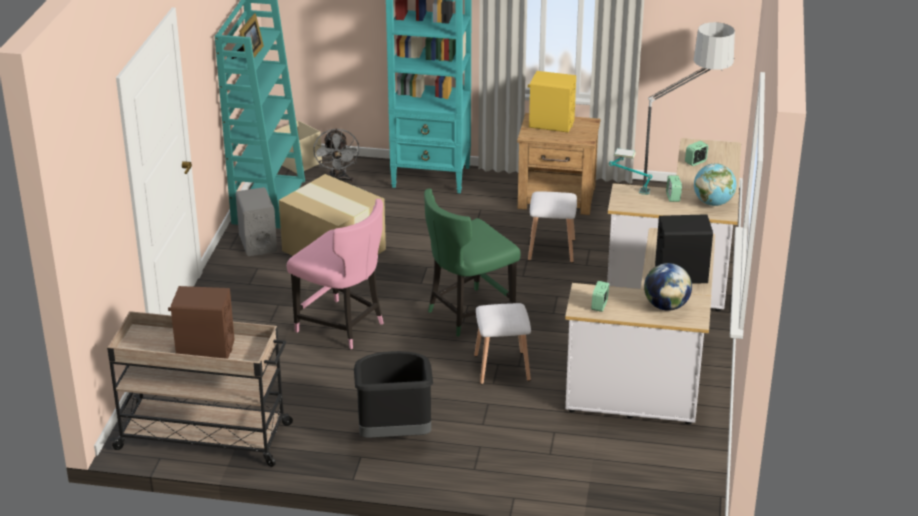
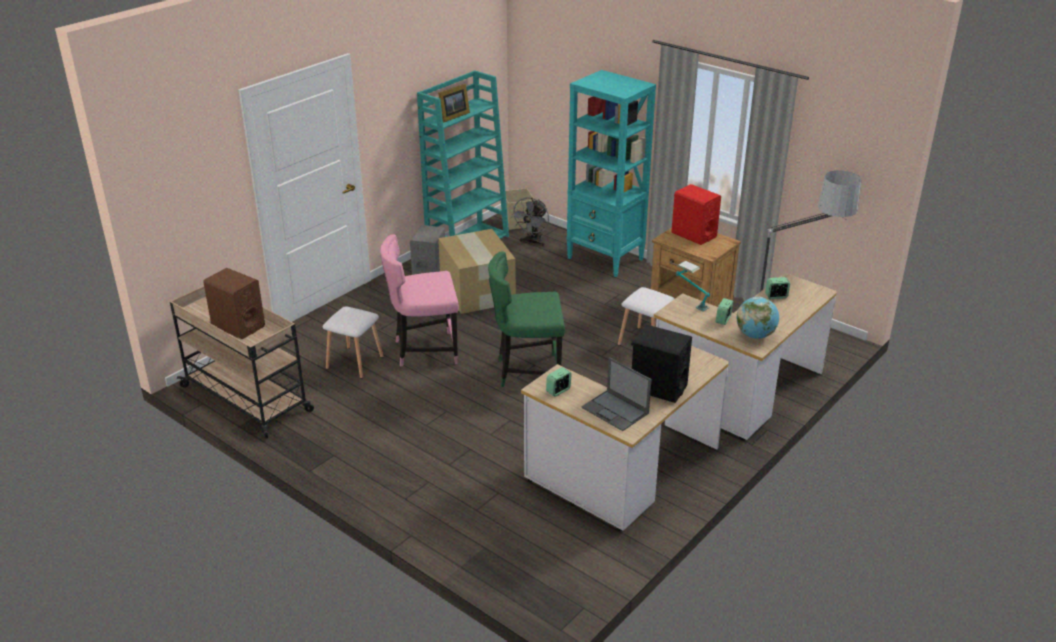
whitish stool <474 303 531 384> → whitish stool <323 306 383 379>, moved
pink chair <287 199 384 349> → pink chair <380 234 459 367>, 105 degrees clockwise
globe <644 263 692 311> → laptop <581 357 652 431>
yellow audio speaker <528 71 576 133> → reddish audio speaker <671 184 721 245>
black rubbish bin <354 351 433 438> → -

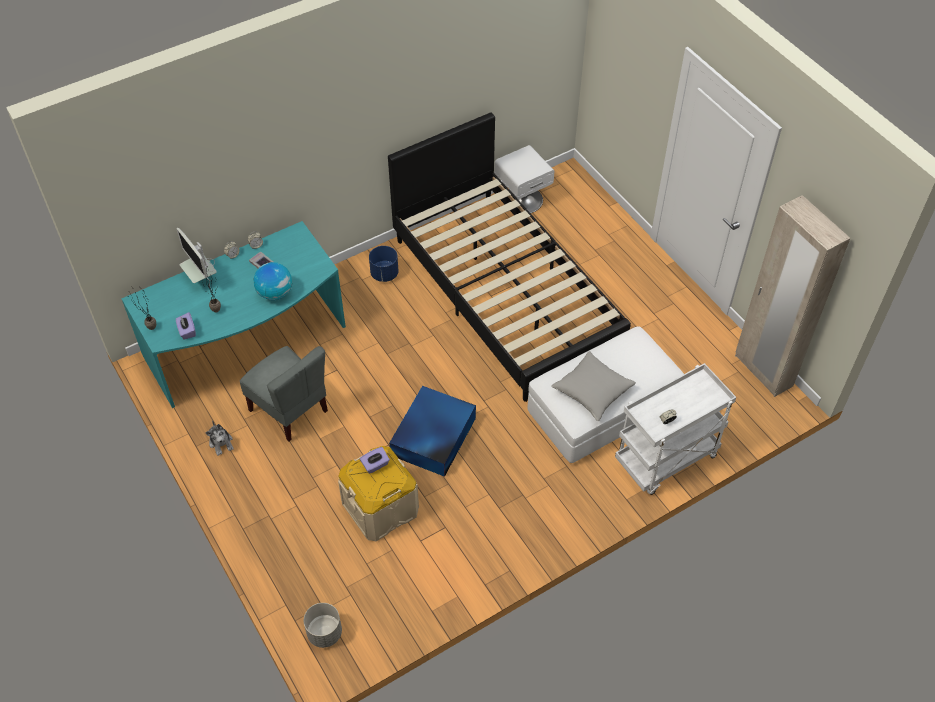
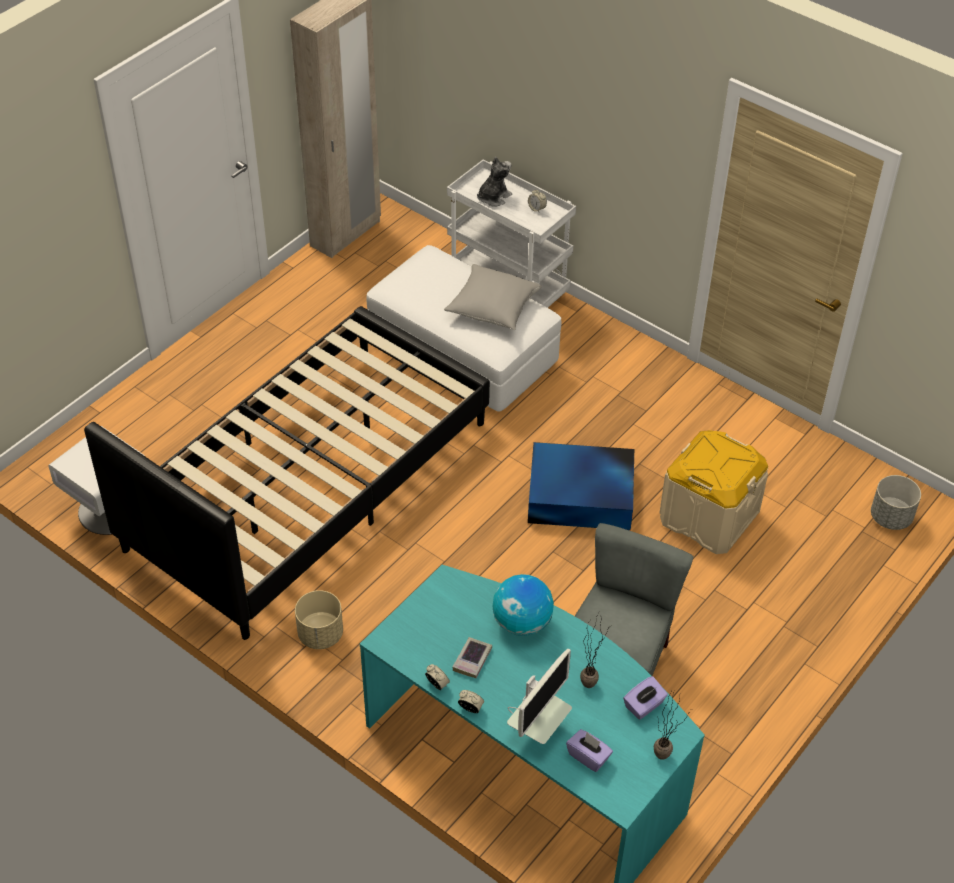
bluish flower pot <369 246 399 282> → beige flower pot <295 590 343 649>
cuddly toy <205 420 233 456> → cuddly toy <477 157 512 207>, moved
purple tissue holder <360 447 390 474> → purple tissue holder <566 729 613 772>, moved

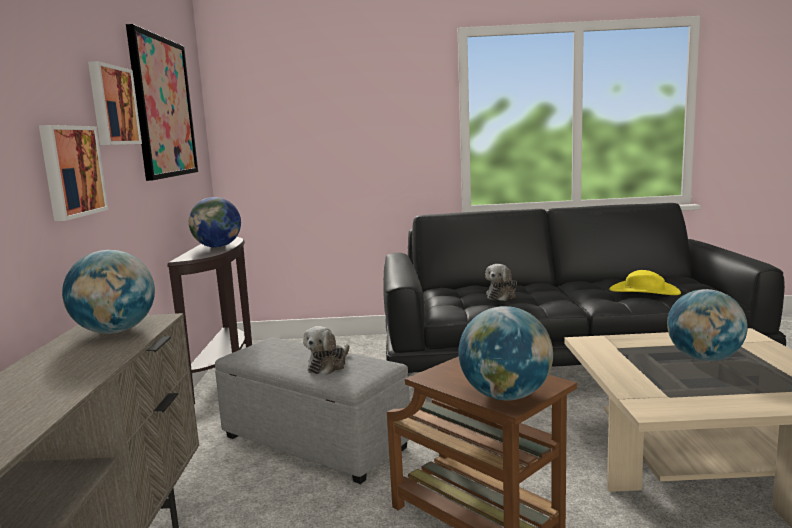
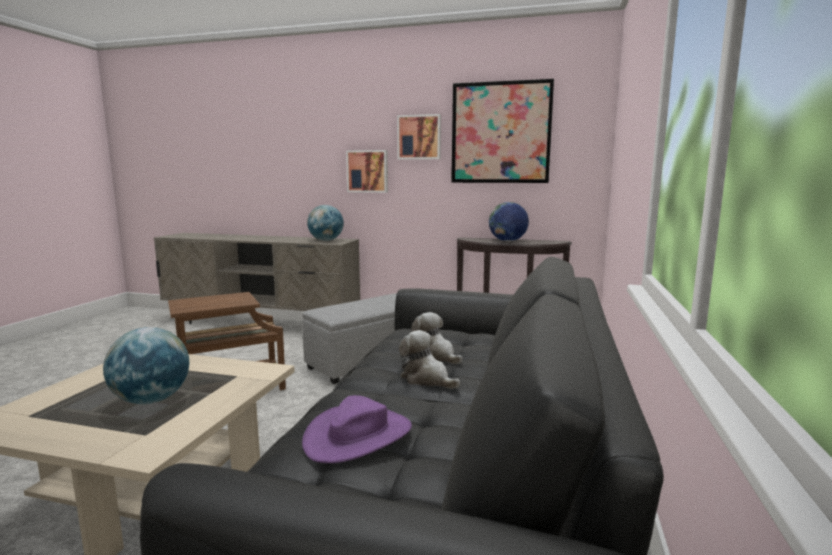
yellow hat <609 270 681 295> → purple hat <302 395 412 463>
cuddly toy <303 326 350 375> → cuddly toy <399 330 460 389>, moved
globe <459 306 553 401> → -

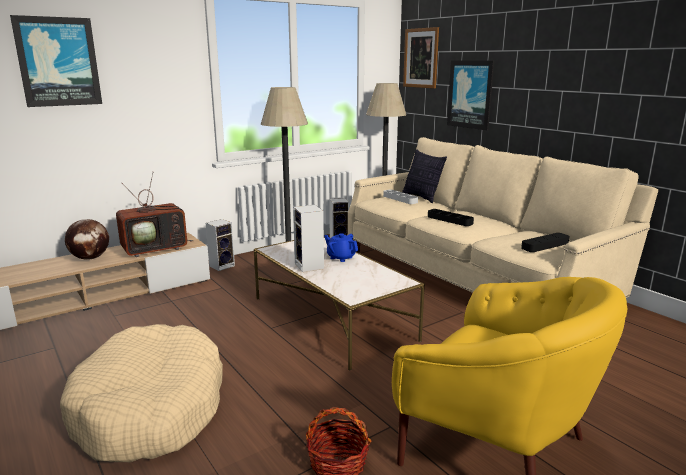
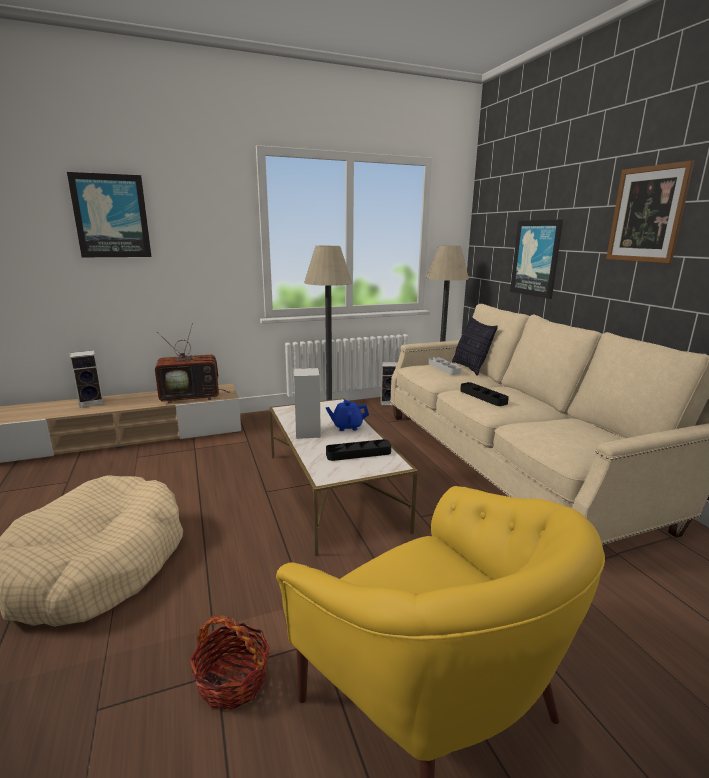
audio speaker <206 219 235 271> → audio speaker <70 350 104 407>, moved
bluish tea pot <324 233 358 262> → bluish tea pot <326 400 369 431>, 60 degrees counterclockwise
black carrying tray <521 233 570 252> → black carrying tray <326 439 391 461>, moved
wall picture <403 27 439 88> → wall picture <606 160 694 264>, moved
globe <65 219 109 260> → -

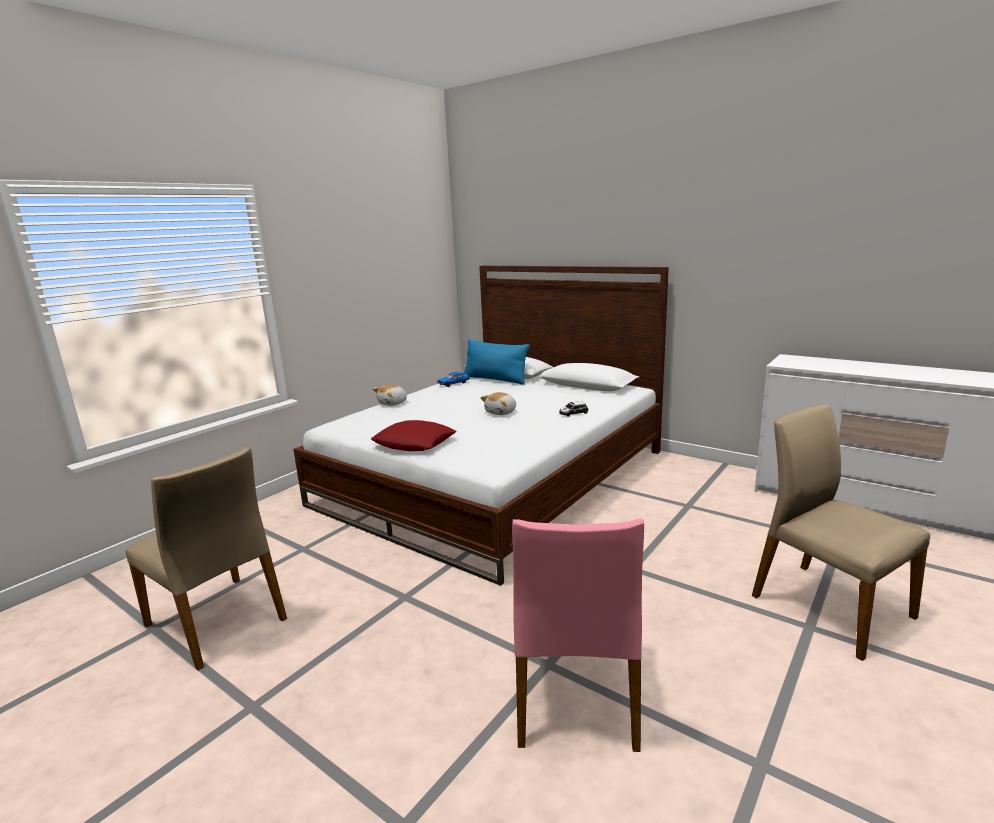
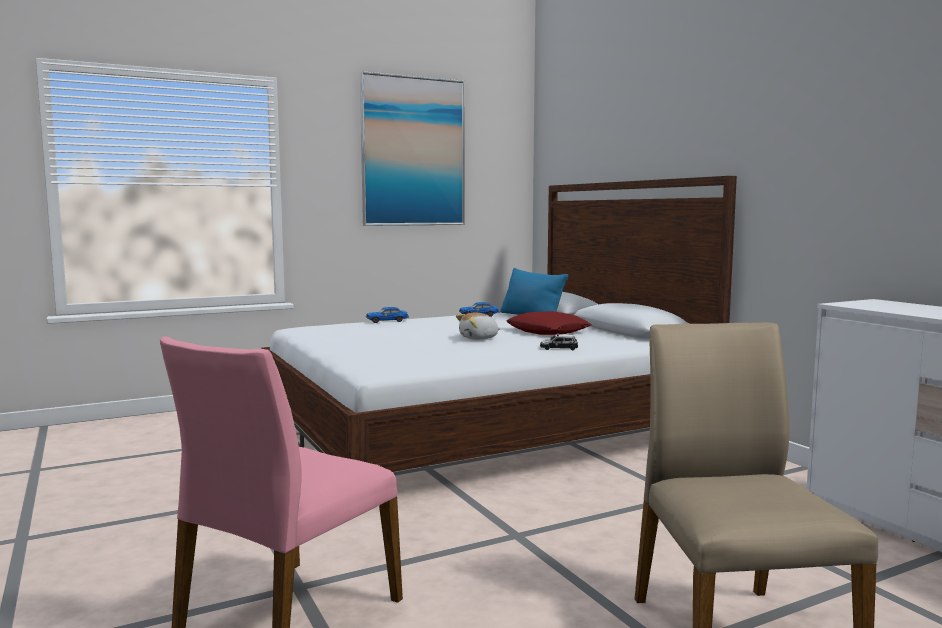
- → wall picture <360 71 465 226>
cuddly toy <373 385 407 406> → miniature car <366 307 409 323>
reddish cushion <371 420 456 451> → reddish cushion <506 311 592 335>, moved
beige chair <125 447 287 670> → -

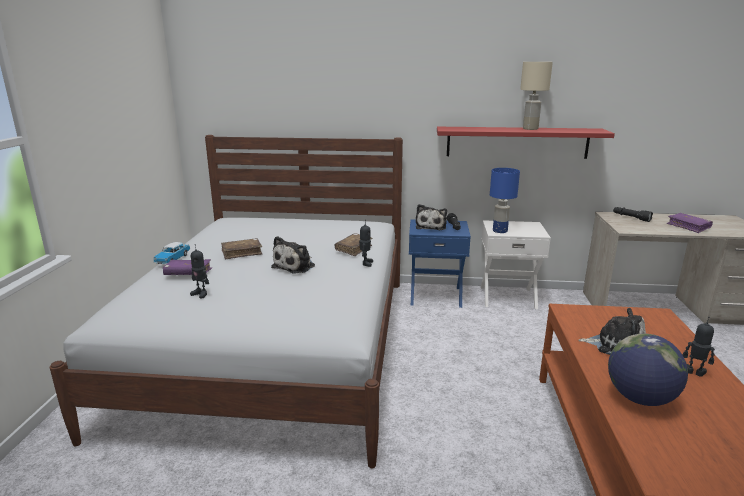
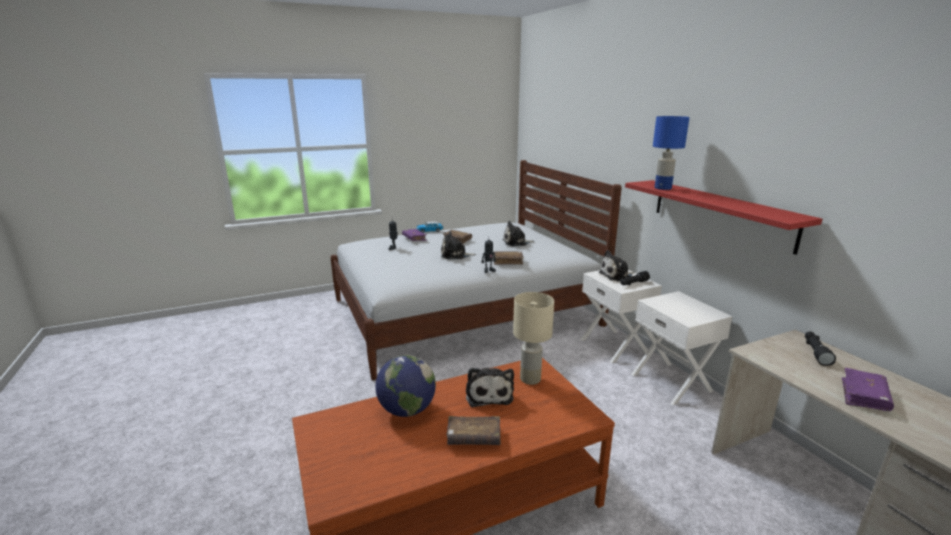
robot figure <683 317 715 377> → brown book <447 416 501 445>
- → cuddly toy <502 221 534 246>
beige lamp for a table <520 62 553 130> → beige lamp for a table <513 292 554 385>, moved
bluish bedside table <409 220 471 308> → whitish bedside table <580 270 662 363>
bluish lamp for a table <490 168 520 233> → bluish lamp for a table <653 116 689 190>, moved

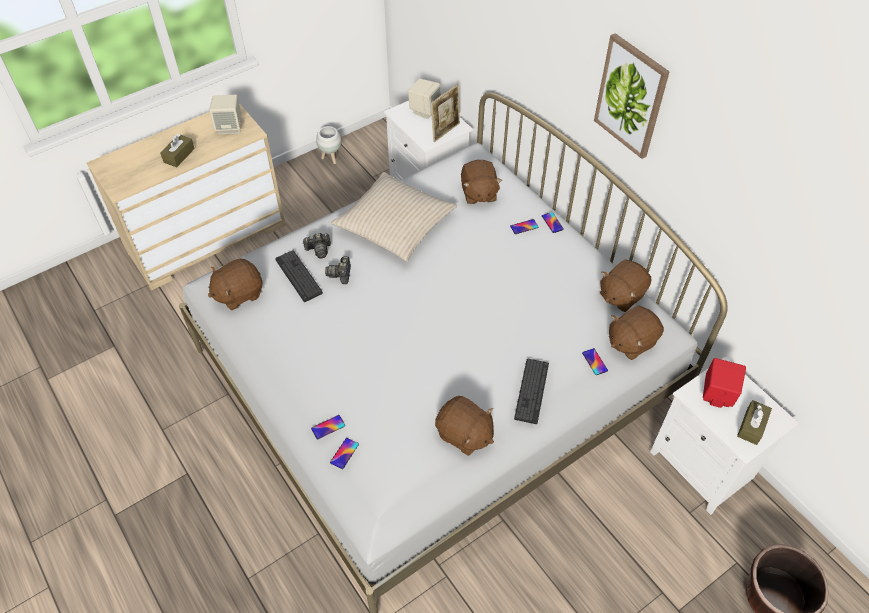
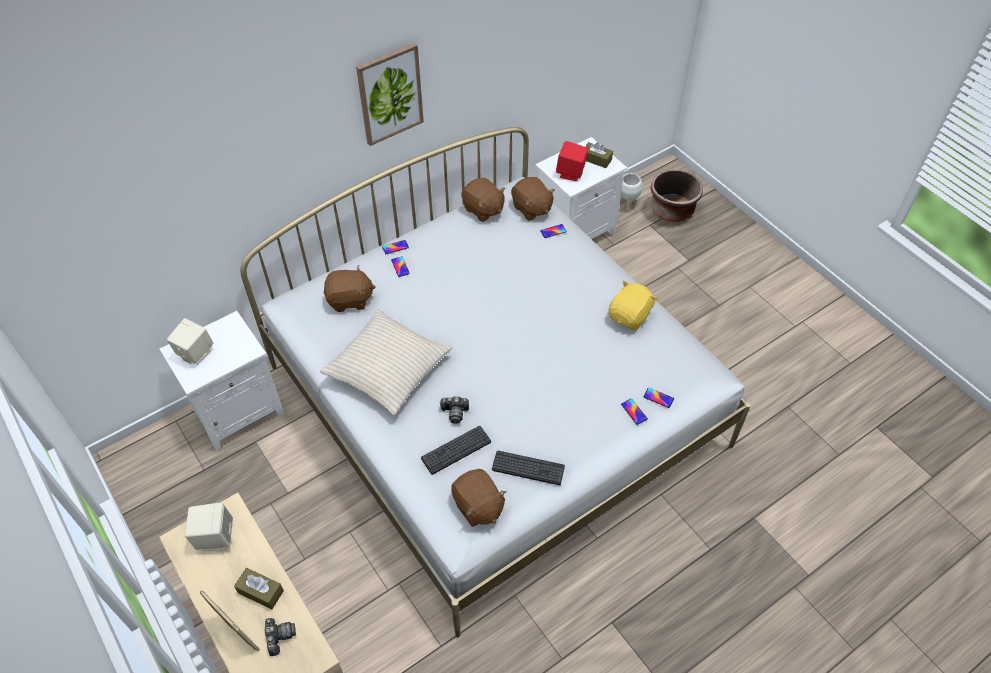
photo frame <431 84 460 142> → photo frame <200 590 260 651>, moved
photo camera <303 233 331 259> → photo camera <265 618 296 656>, moved
computer keyboard <514 359 549 424> → computer keyboard <492 451 565 485>, moved
brown cuddly toy <435 396 494 456> → yellow cuddly toy <609 280 658 330>
whitish flower pot <316 126 341 164> → whitish flower pot <620 173 643 211>, moved

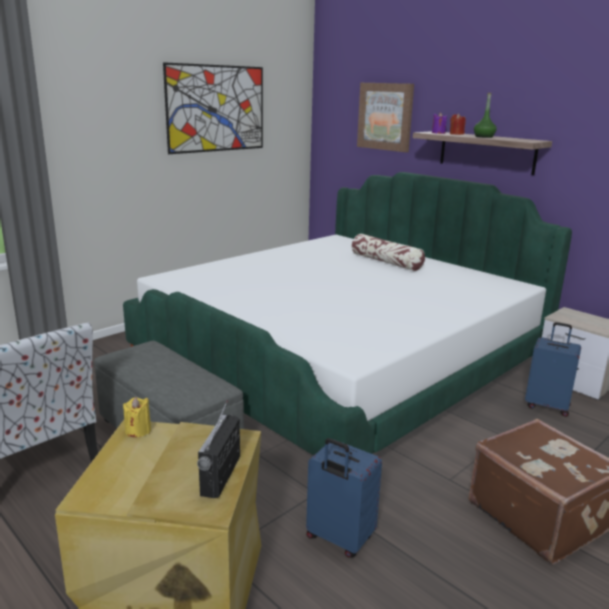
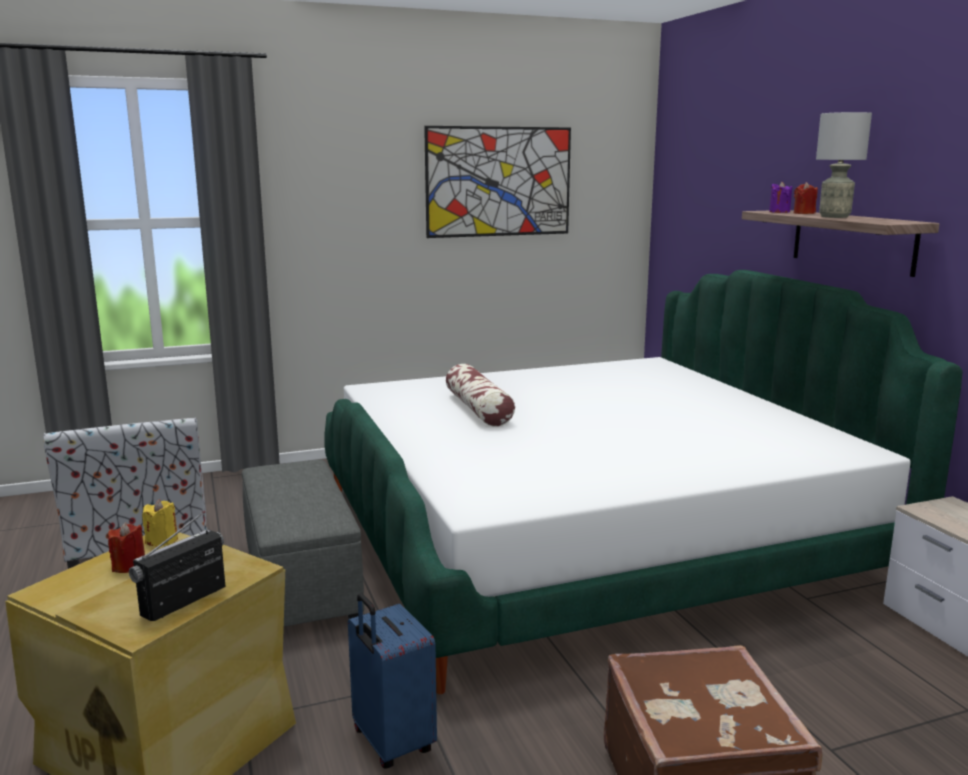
- → reddish wax candle <108 522 145 573>
cushion <352 234 425 271> → cushion <446 364 515 426>, moved
greenish bottle <474 92 497 138> → gray lamp for a table <816 112 872 218>
wall picture <357 83 414 152> → -
bluish suitcase <525 322 581 417> → -

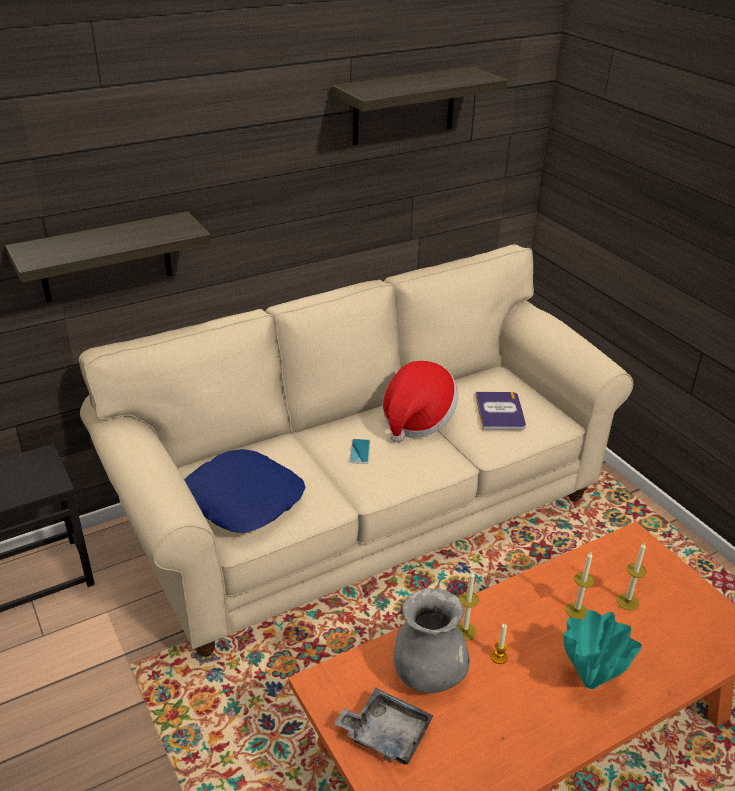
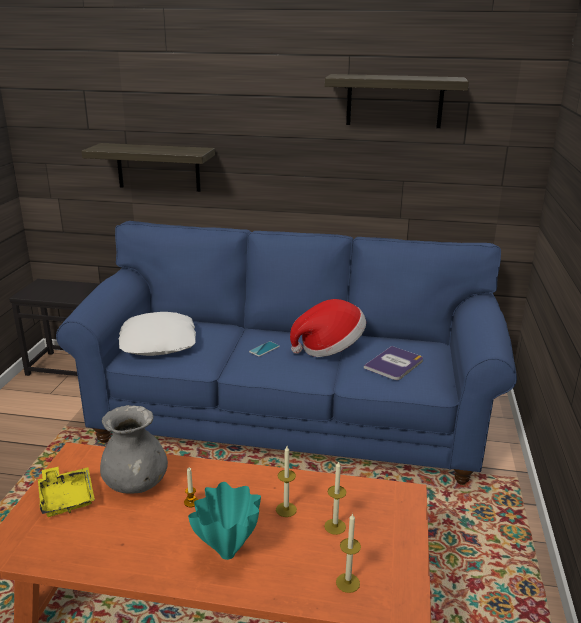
gray carrying tray <334 688 434 765> → yellow carrying tray <38 467 95 517>
beige couch <79 244 633 657> → bluish couch <56 221 517 485>
bluish cushion <184 449 306 533> → whitish cushion <119 312 196 356>
wax candle <458 571 479 641> → wax candle <336 513 361 593>, moved

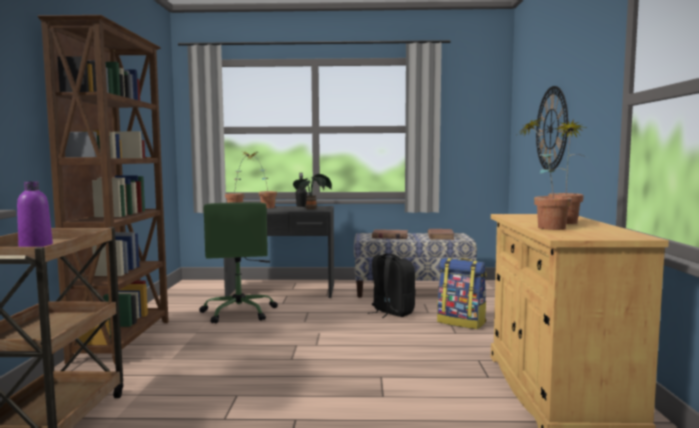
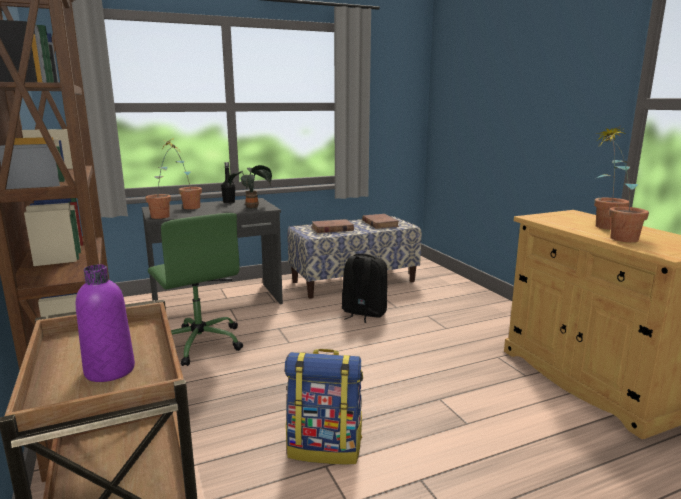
knapsack <437 258 487 329> → knapsack <285 349 363 464>, moved
clock on the wall <536 86 568 170> → -

